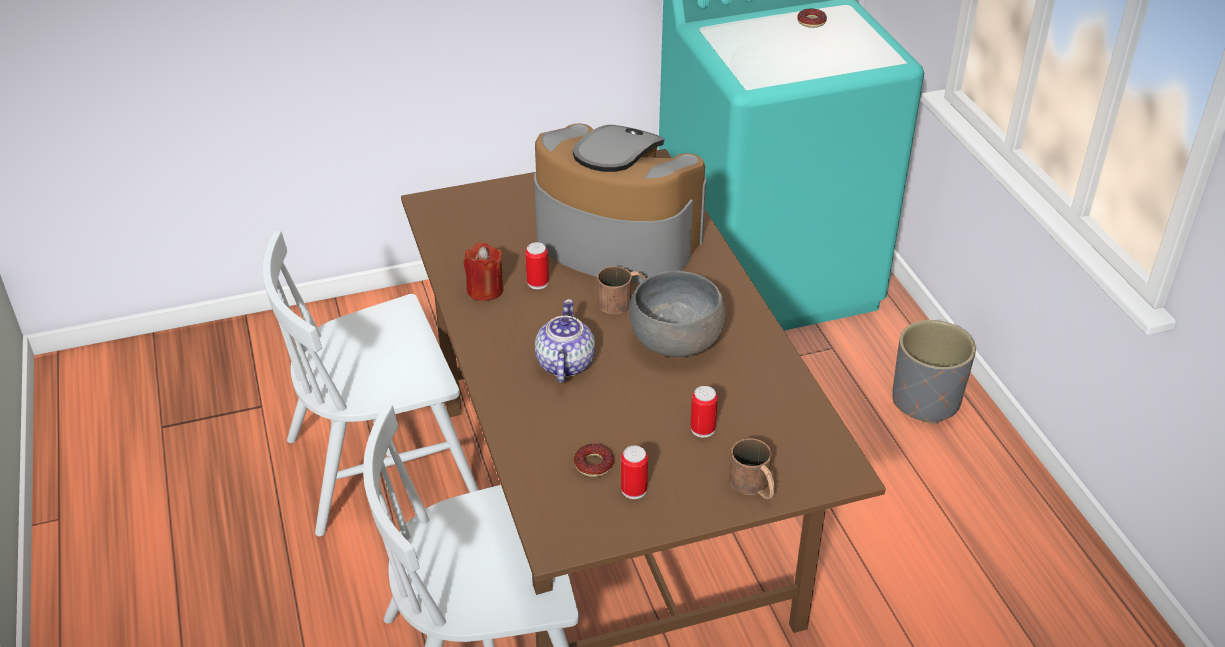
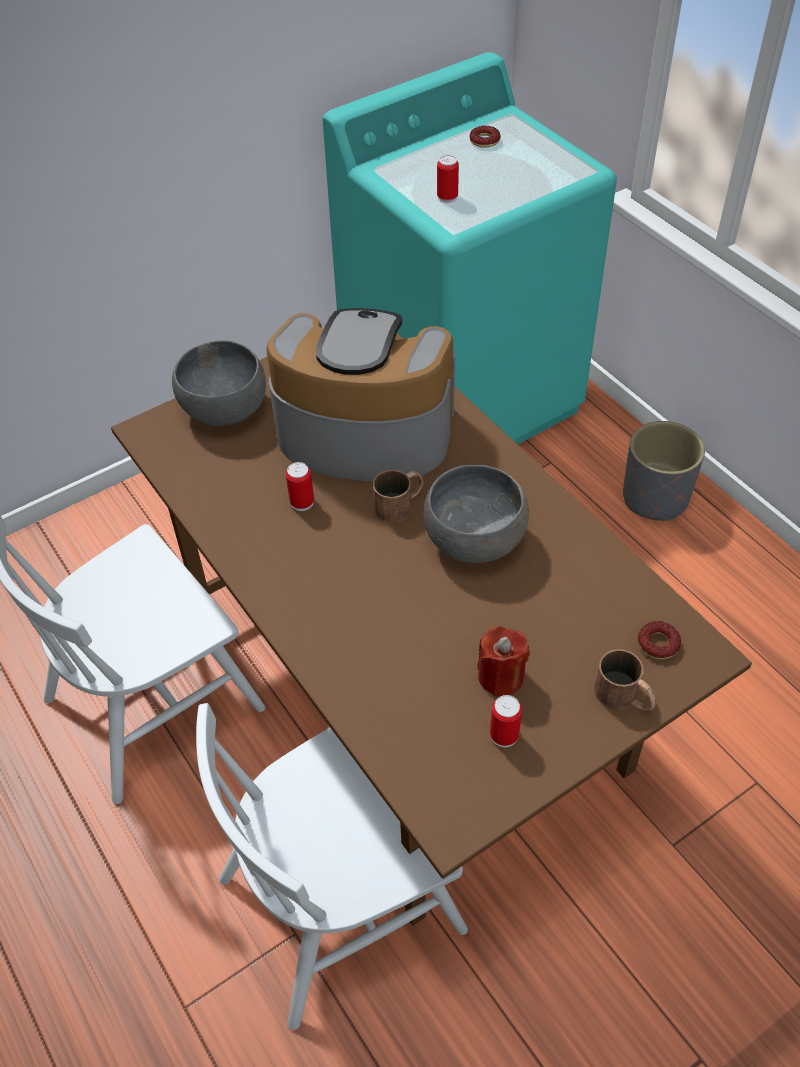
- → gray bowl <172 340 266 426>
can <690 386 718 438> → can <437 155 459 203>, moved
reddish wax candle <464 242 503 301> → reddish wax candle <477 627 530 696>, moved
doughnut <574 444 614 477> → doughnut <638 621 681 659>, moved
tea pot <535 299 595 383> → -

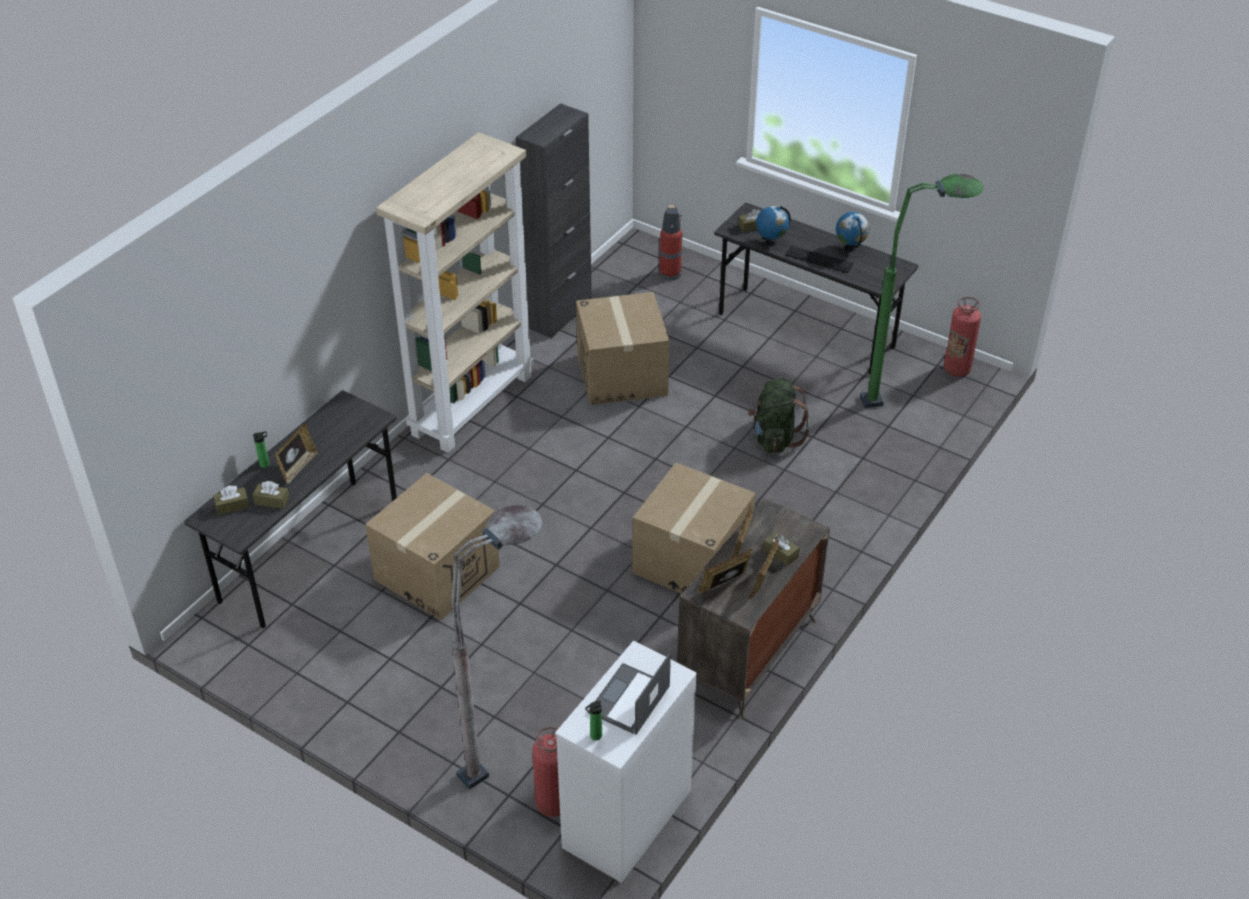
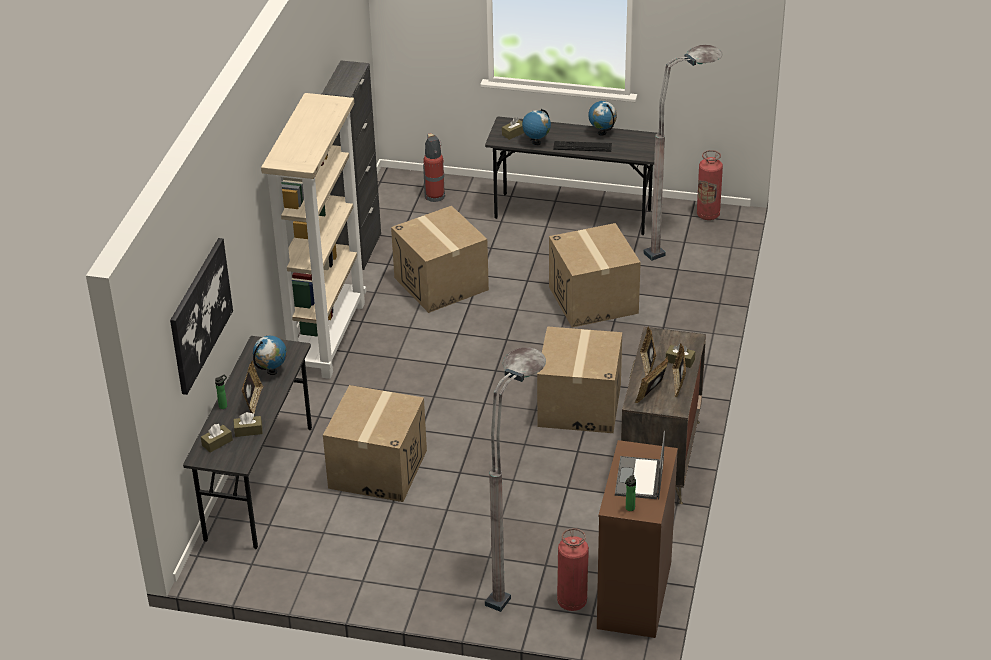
- → wall picture <170 238 233 395>
- → globe <253 336 287 375>
greenish knapsack <748 379 810 453> → carton <549 223 641 328>
whitish dresser <555 641 697 883> → brown dresser <597 440 678 638>
greenish floor lamp <860 174 984 408> → gray floor lamp <644 45 723 261>

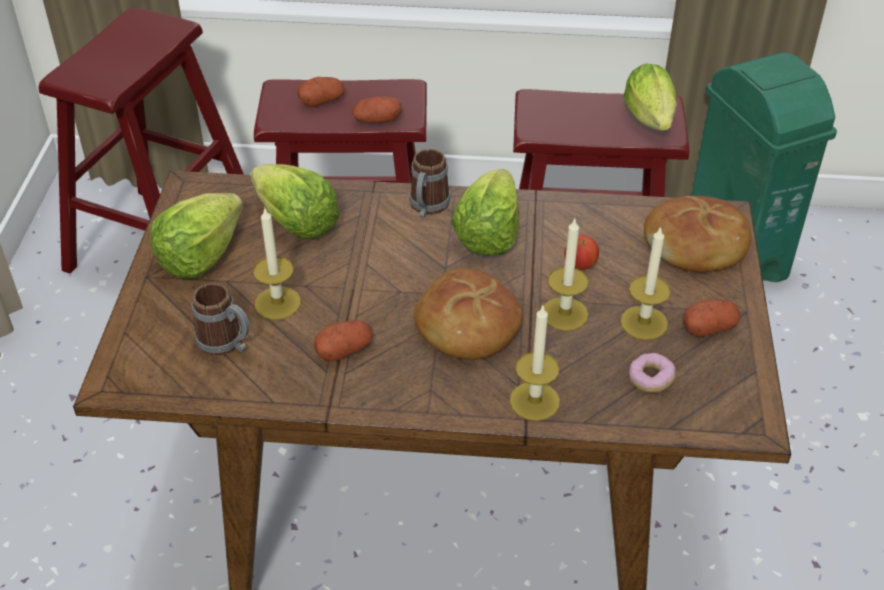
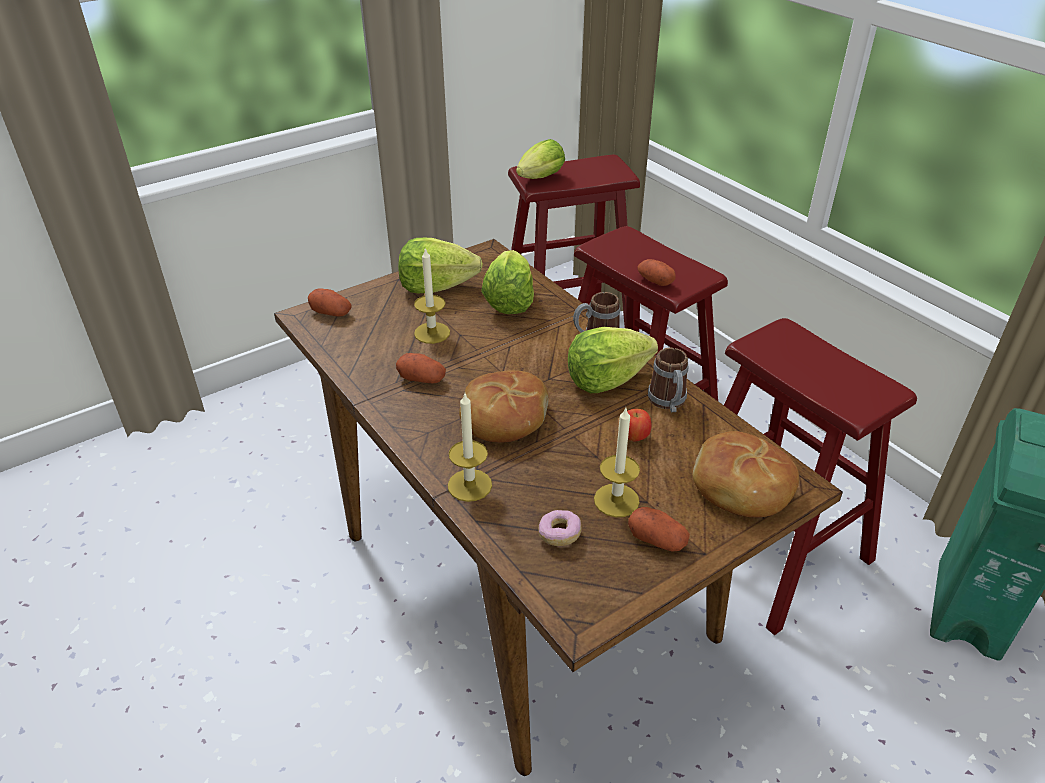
potato <297 77 345 107> → potato <308 288 351 317>, moved
head of lettuce <623 63 677 131> → head of lettuce <516 139 565 179>, moved
tea mug <192 283 250 356> → tea mug <648 348 689 412>, moved
wax candle <544 219 589 331> → -

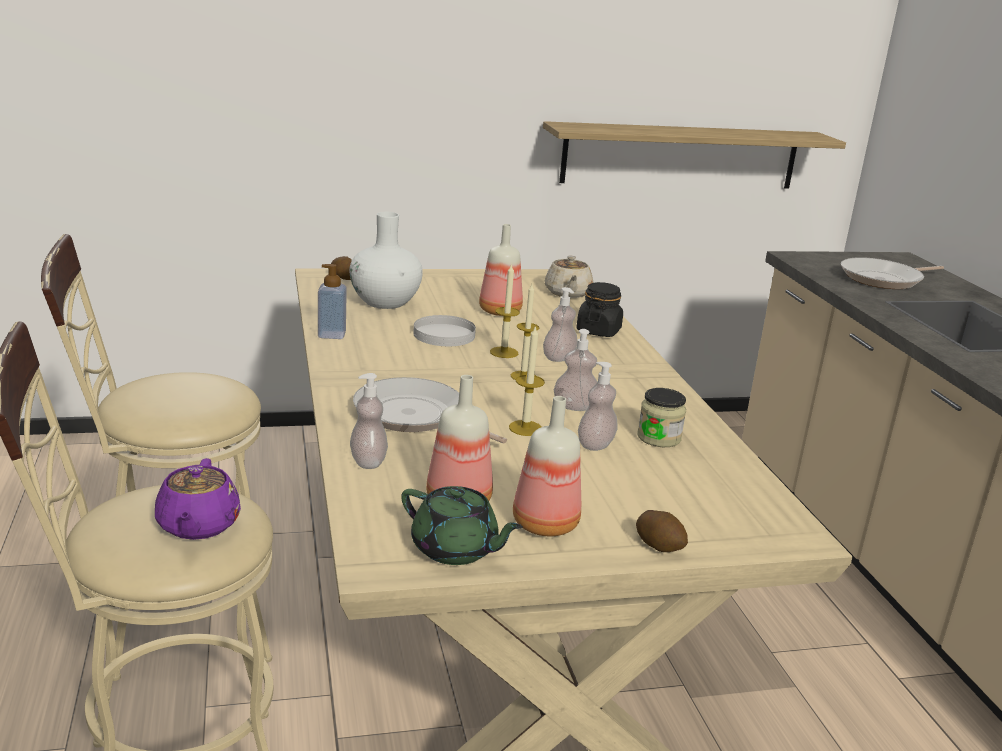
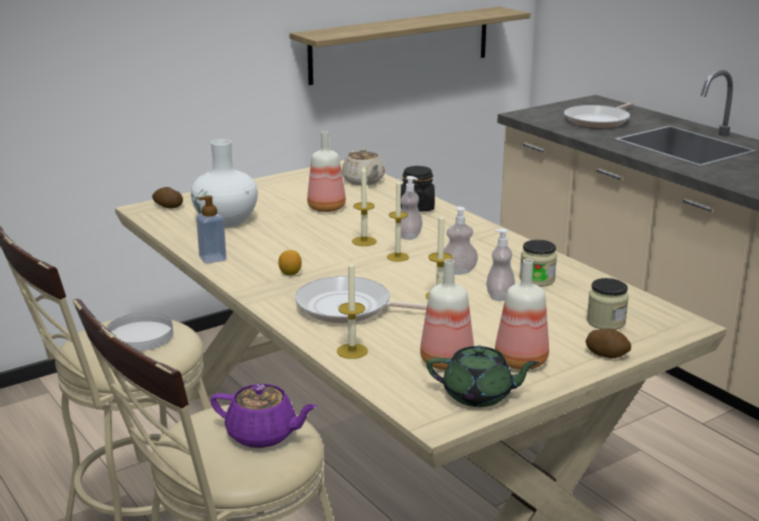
whitish flat dish <413 315 476 346> → whitish flat dish <106 313 173 351>, moved
purple tea pot <155 458 241 540> → purple tea pot <210 384 317 448>, 45 degrees counterclockwise
- → citrus fruit <278 250 302 276>
liquid soap bottle <350 373 388 469> → wax candle <337 259 368 359>
- → storage jar <587 278 629 330>

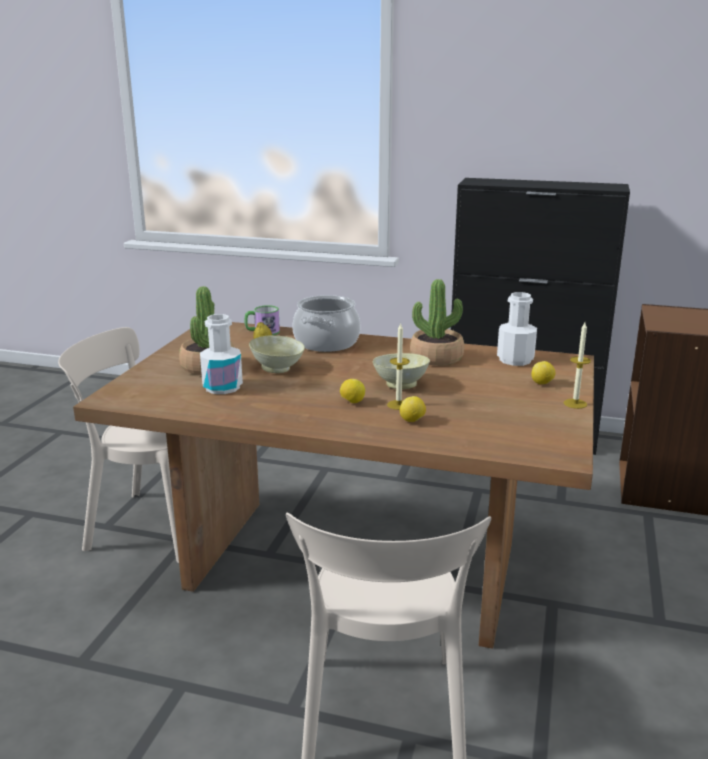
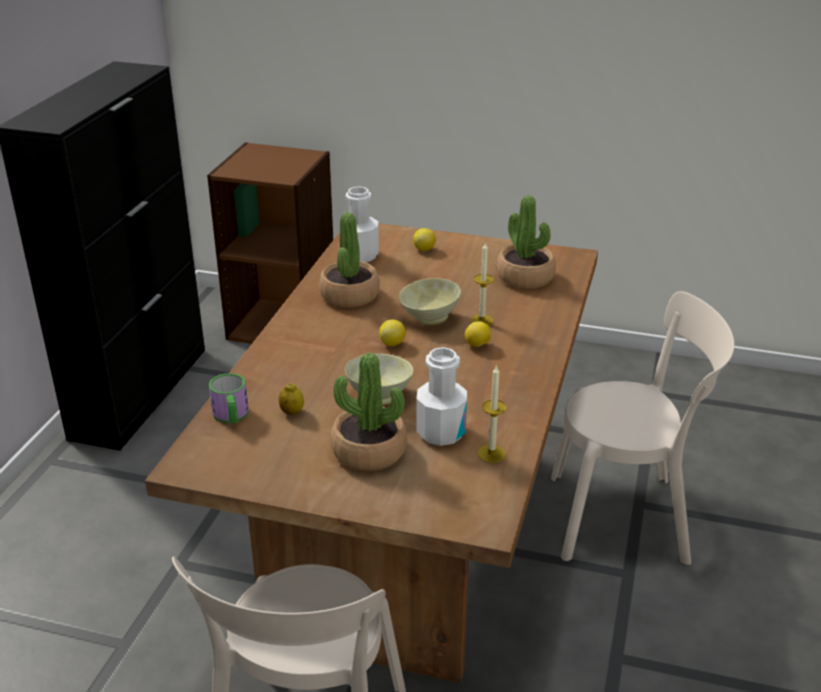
citrus fruit <400 396 426 422> → citrus fruit <379 320 406 346>, moved
wax candle <564 323 591 409> → wax candle <478 365 507 463>, moved
- → plant in a pot <497 195 556 289>
cooking pot <292 295 360 352> → -

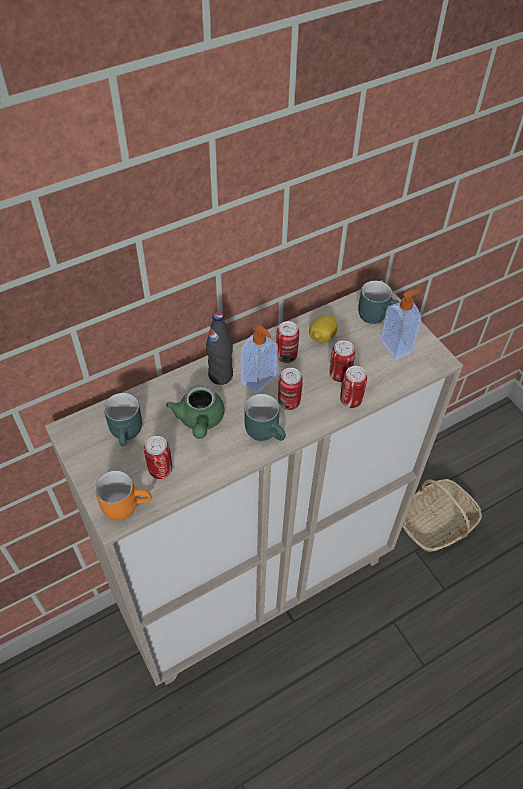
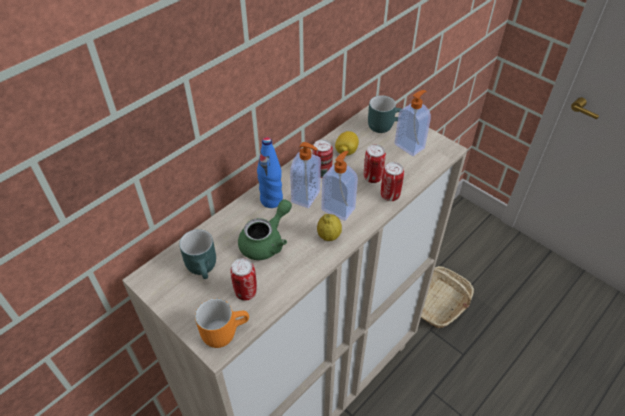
greenish tea pot <166 385 224 439> → greenish tea pot <238 199 292 260>, 120 degrees counterclockwise
black bottle <206 312 233 385> → bluish bottle <257 137 283 208>
turquoise tea mug <244 394 286 441> → citrus fruit <317 214 342 241>
can <278 368 303 410> → liquid soap bottle <321 151 358 221>

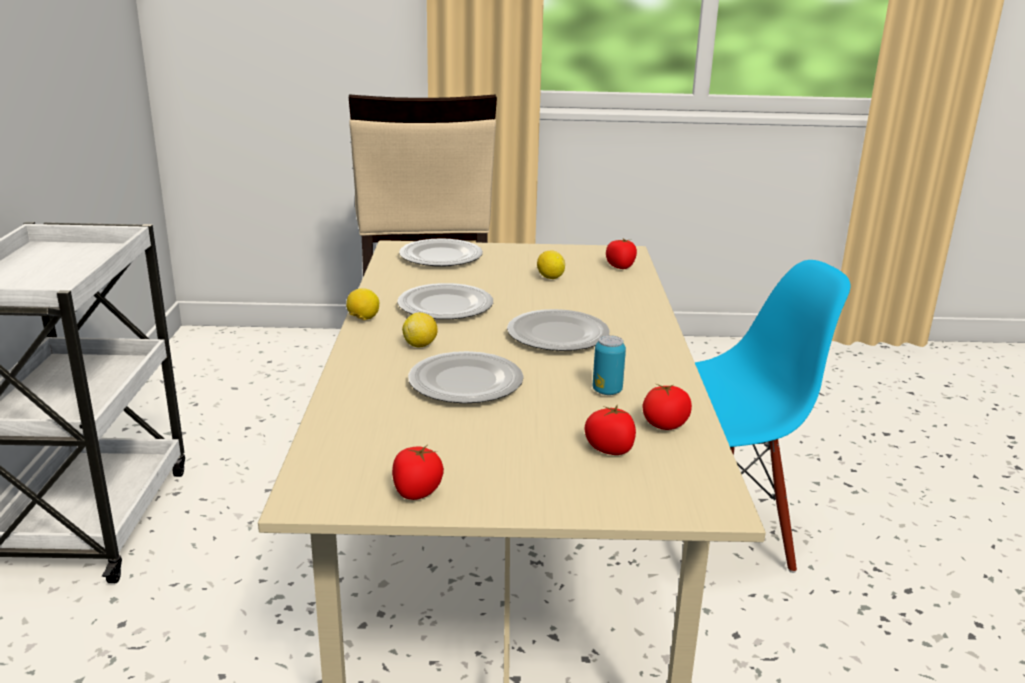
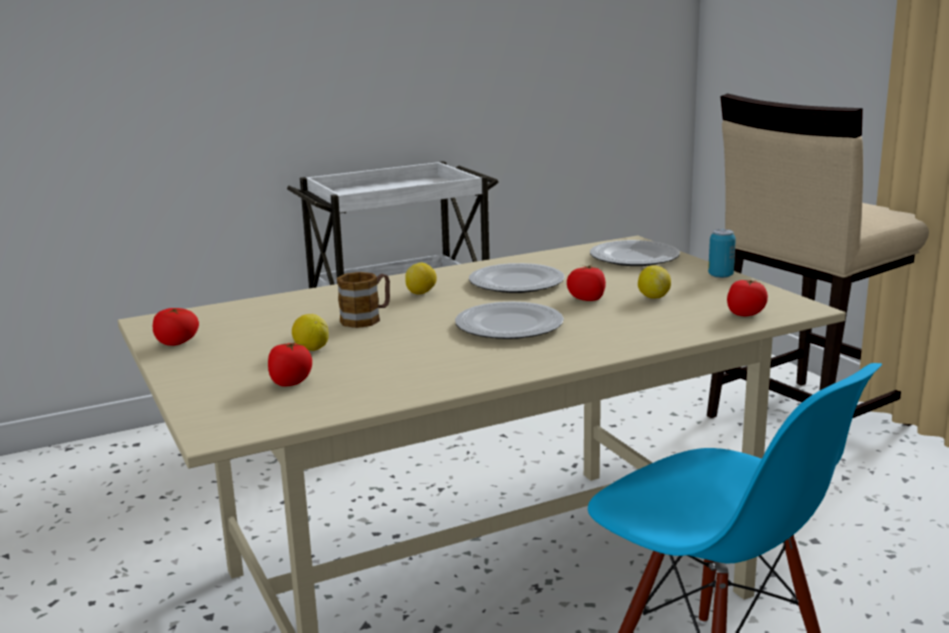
citrus fruit <346 288 379 320> → citrus fruit <292 314 329 351>, moved
flat dish <408 351 524 403> → tea mug <337 272 390 328>
whole tomato <643 384 692 430> → whole tomato <567 265 606 301>, moved
can <593 335 626 395> → can <708 229 736 278>, moved

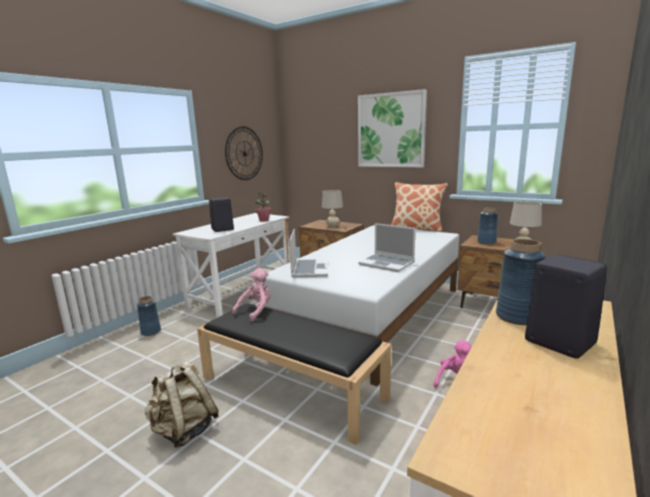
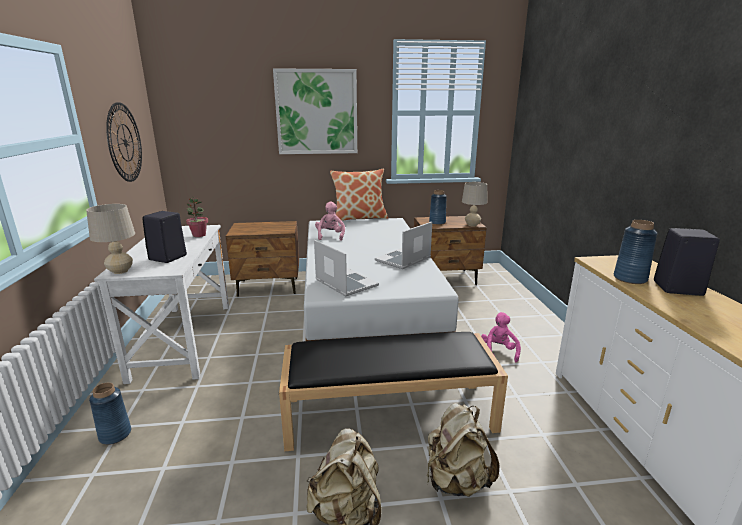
beige lamp for a table <322 190 343 228> → beige lamp for a table <86 204 135 274>, moved
pink cuddly toy <232 268 271 322> → pink cuddly toy <315 201 345 241>, moved
laptop <358 223 415 272> → laptop <375 222 432 269>, 135 degrees clockwise
- → beige knapsack <427 403 499 497>

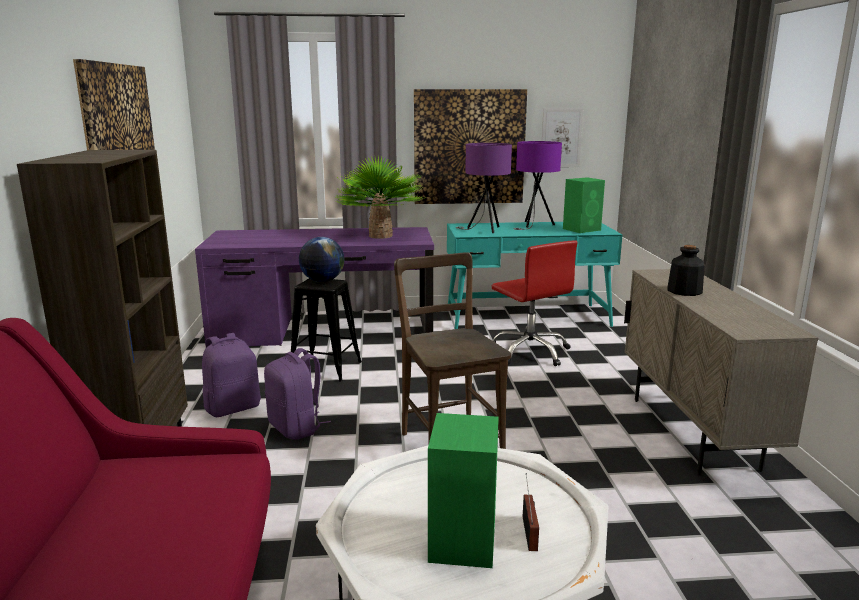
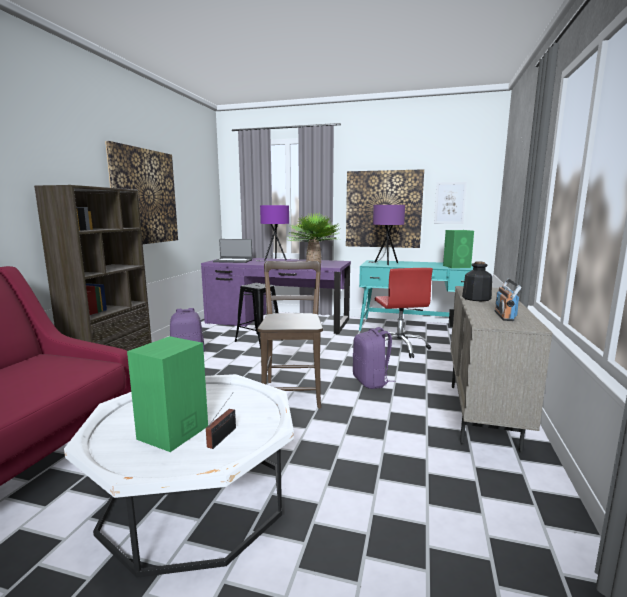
- → laptop <213 239 252 263>
purple lamp for a table <514 141 562 230> → purple lamp for a table <256 205 289 261>, moved
purple knapsack <264 348 331 440> → purple knapsack <353 327 396 389>, moved
- → radio receiver <495 279 522 321>
globe <299 237 345 282> → -

